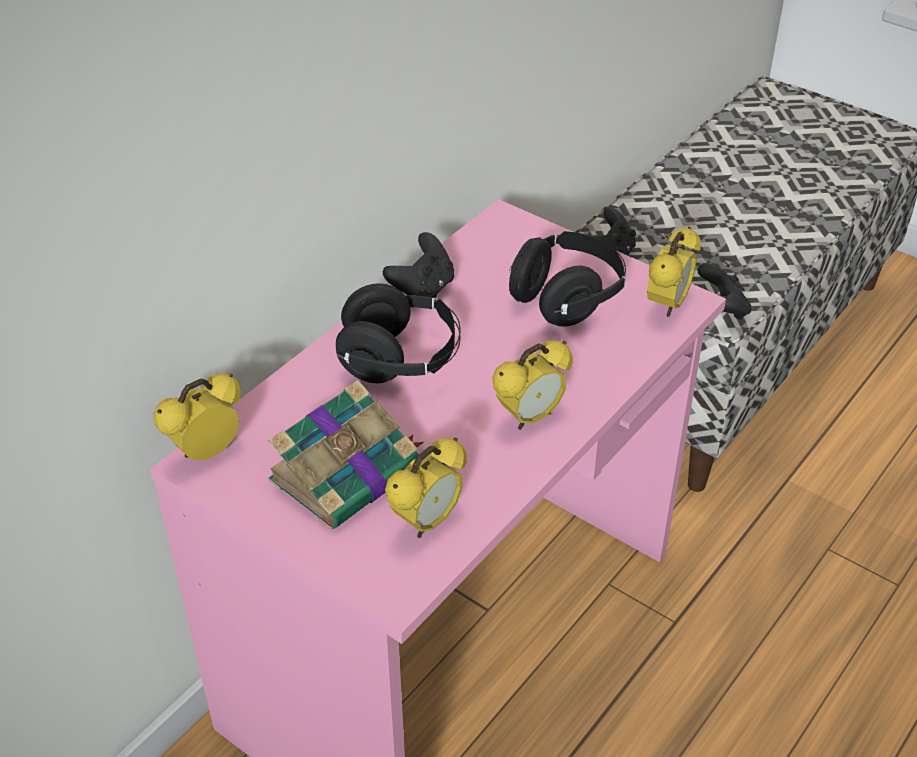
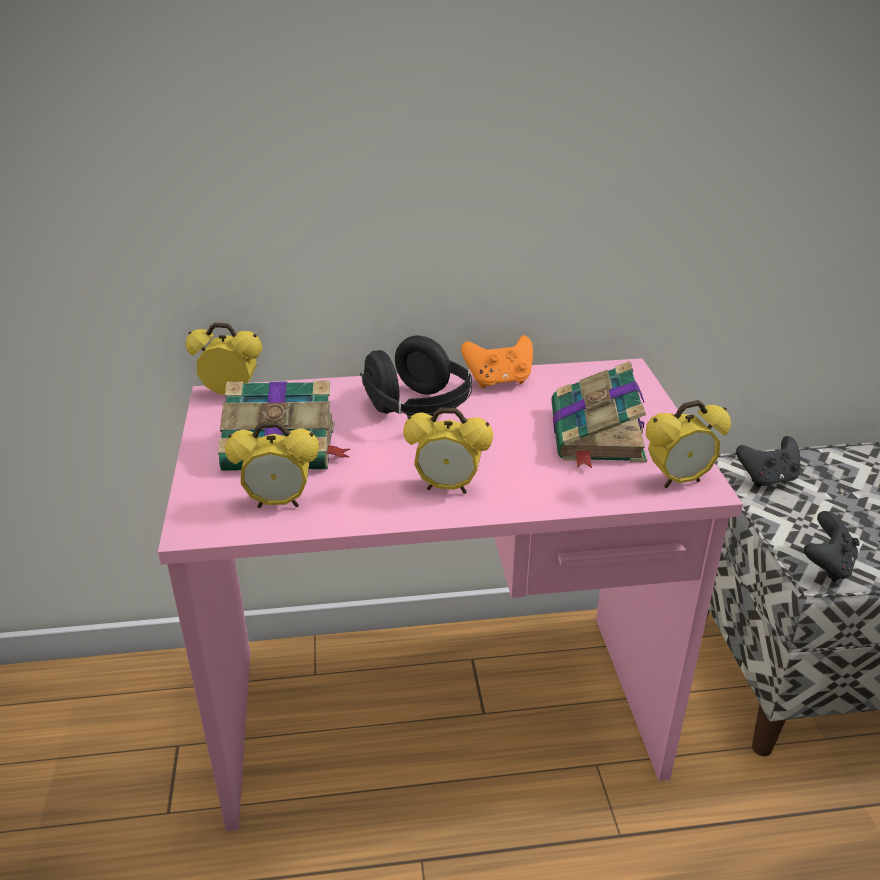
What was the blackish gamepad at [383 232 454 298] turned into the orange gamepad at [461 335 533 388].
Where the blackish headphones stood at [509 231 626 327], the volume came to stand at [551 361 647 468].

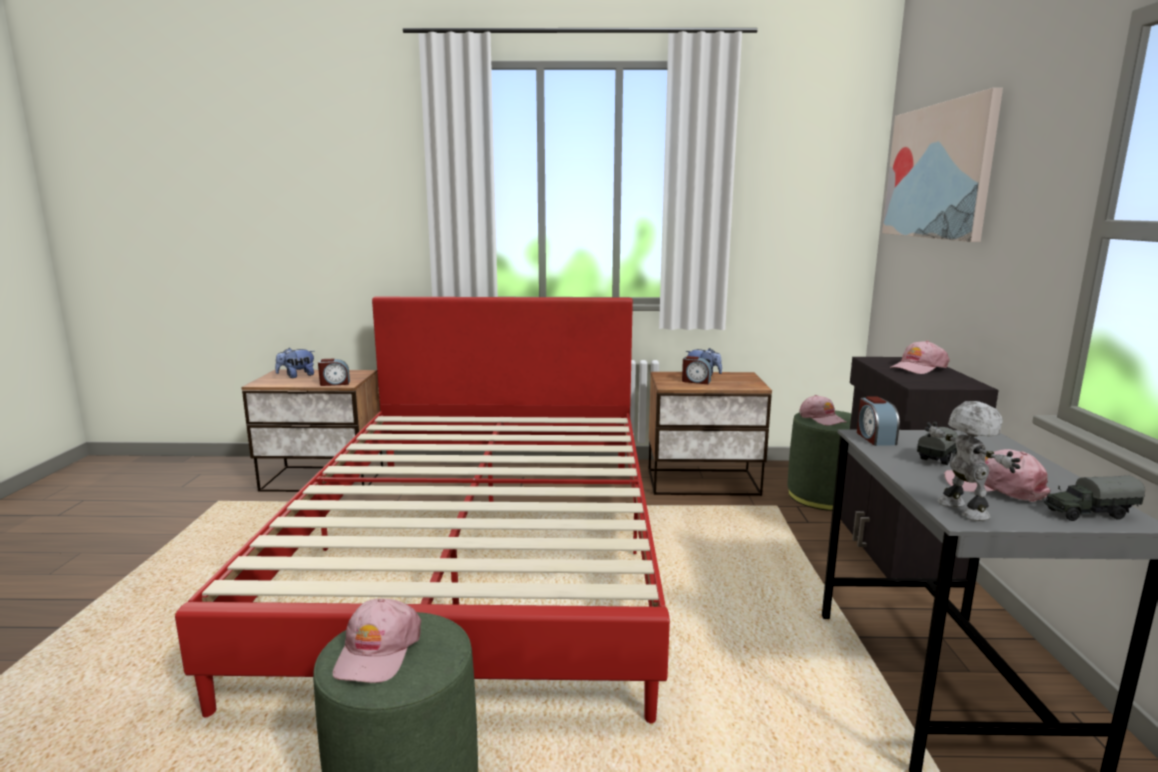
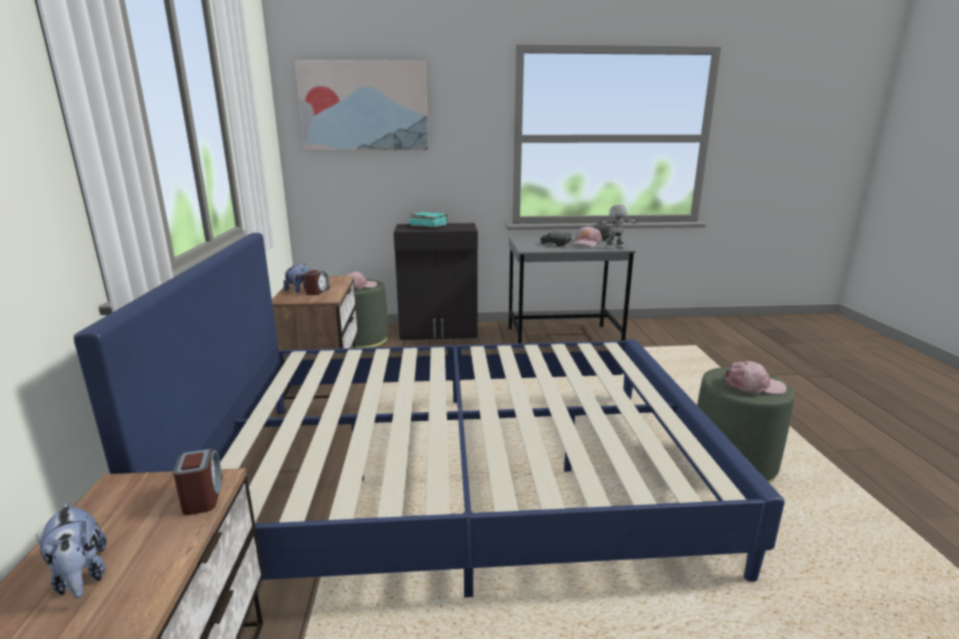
What was the red bed at [175 297 670 723] turned into the bluish bed at [74 233 785 597].
Where the pinkish peaked cap stood at [891 341 950 374], the turquoise volume came to stand at [409 212 448 228].
The second view lost the bedside clock at [857 396 900 446].

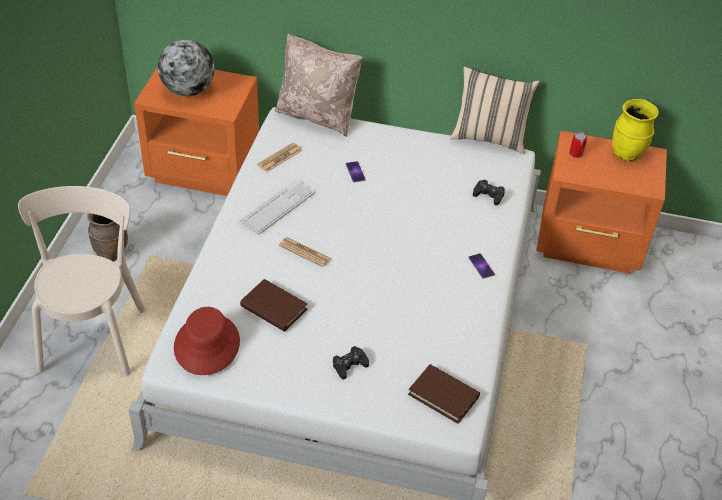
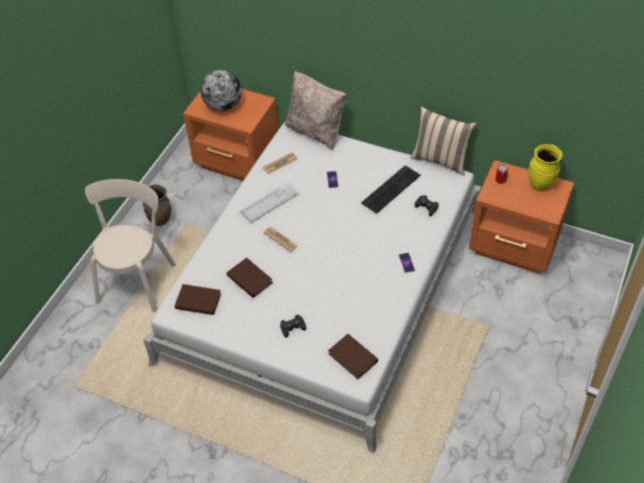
Where the red clothing hat stood at [174 307 240 375], the brownish volume came to stand at [175 284 221 315].
The second view gained the computer keyboard at [361 165 421 214].

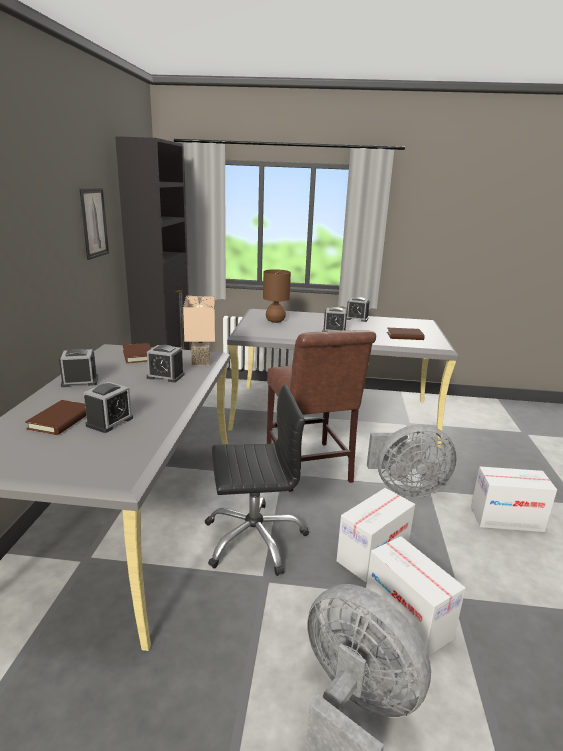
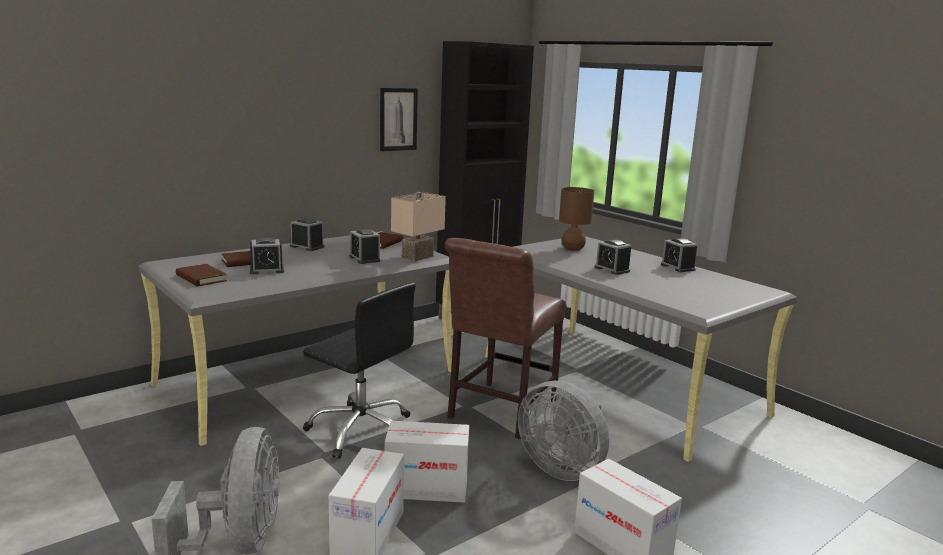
The brownish volume ended up elsewhere, having gone from [387 328 425 340] to [176 264 227 286].

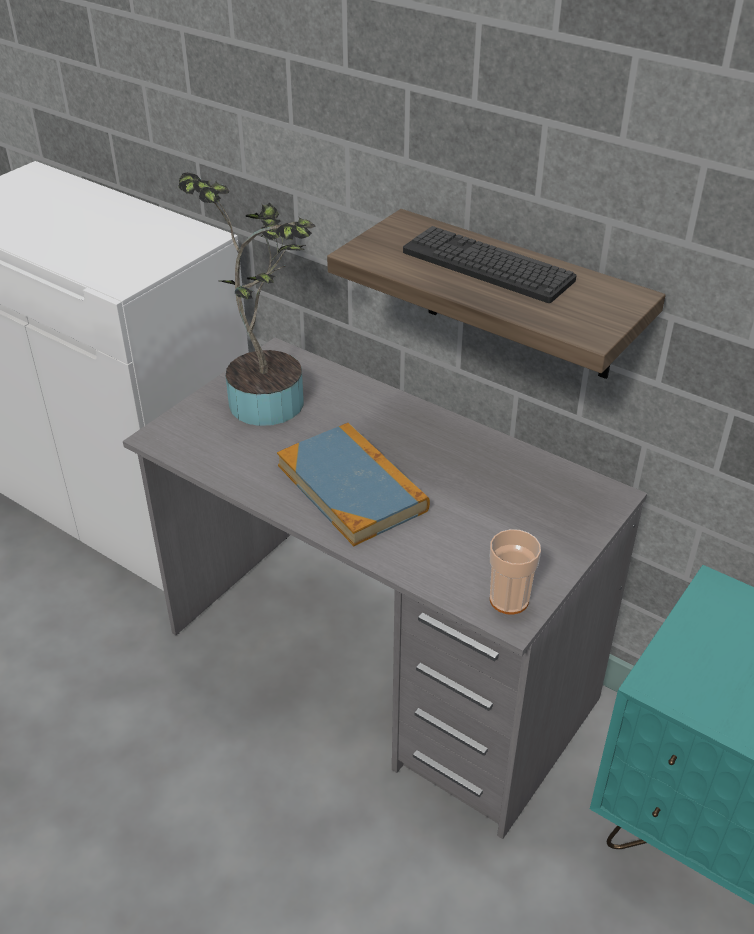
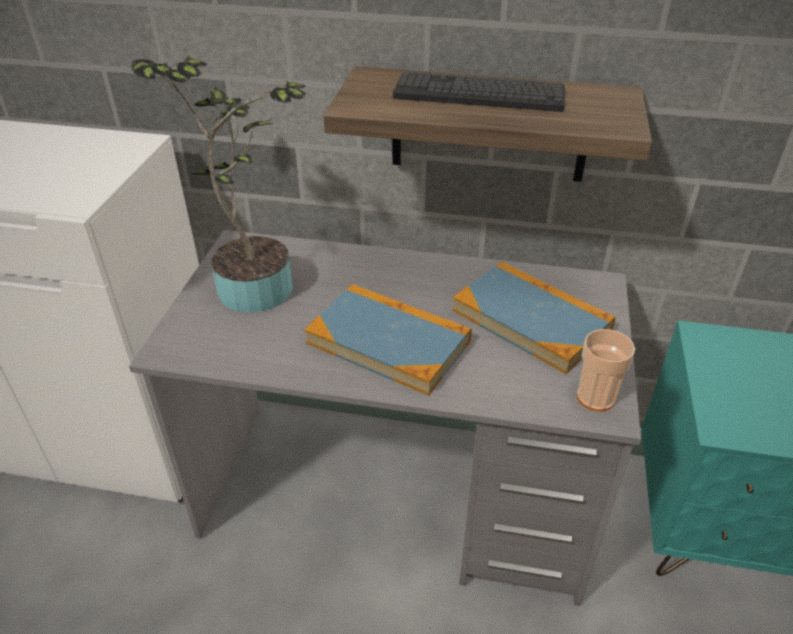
The second view gained the volume at [452 262 615 374].

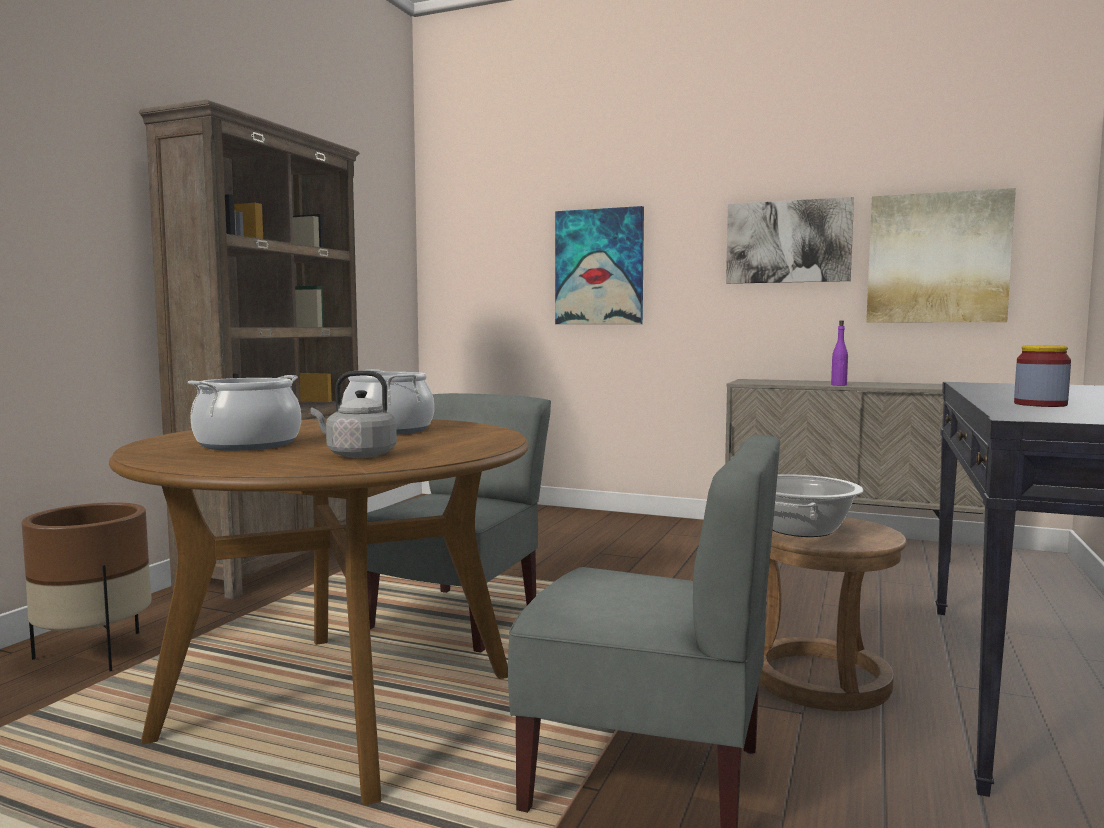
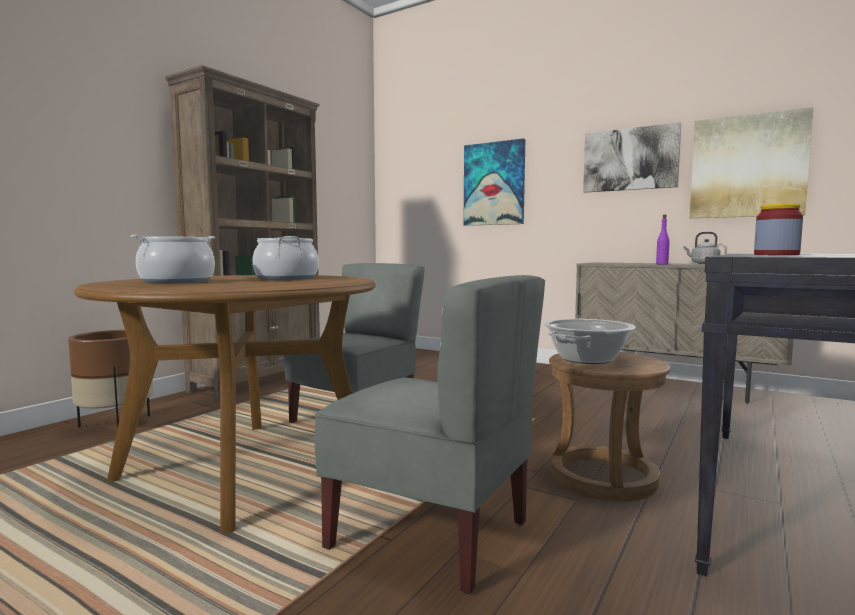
The gray water kettle ended up elsewhere, having gone from [311 371 397 458] to [683 232 721 264].

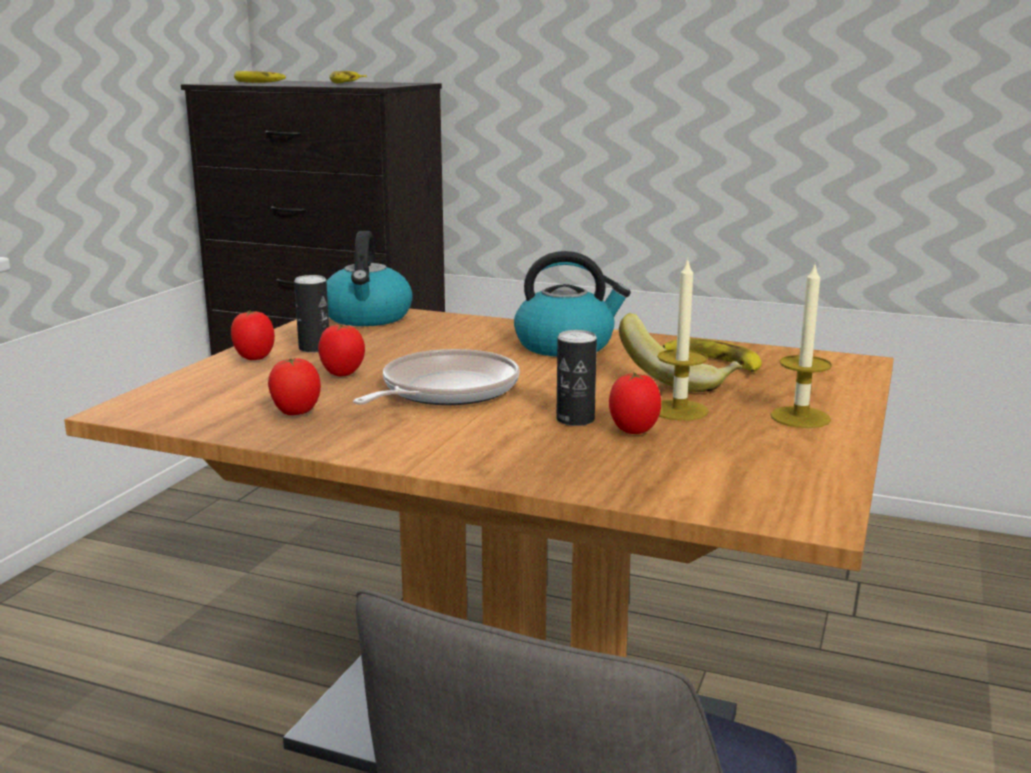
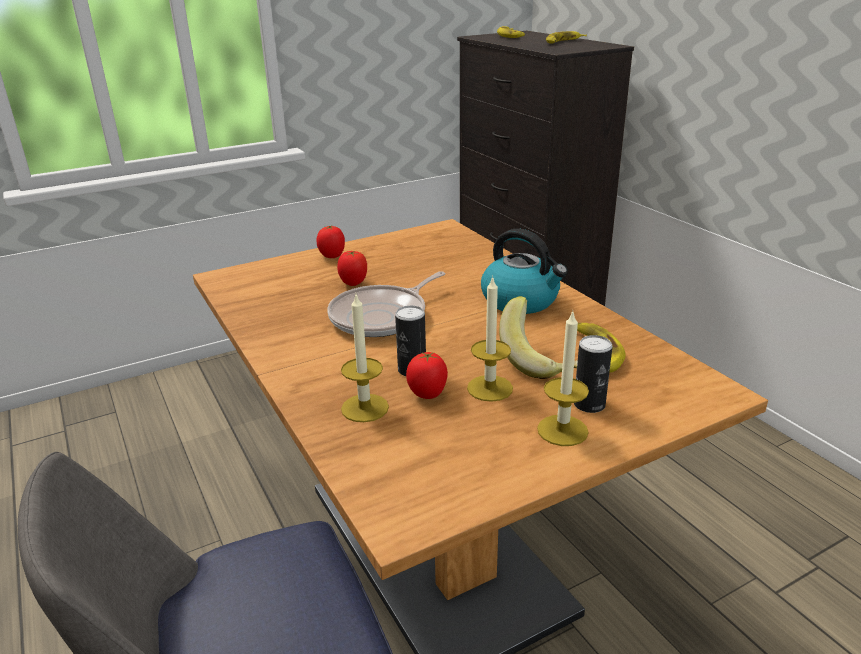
The pan at [353 349 520 405] ended up facing another way, 150 degrees clockwise from before.
The second view gained the candle at [341 295 389 422].
The metal can ended up elsewhere, having gone from [294 275 329 353] to [574 335 612 413].
The second view lost the tomato at [268 358 321 415].
The second view lost the water kettle at [327 231 412 326].

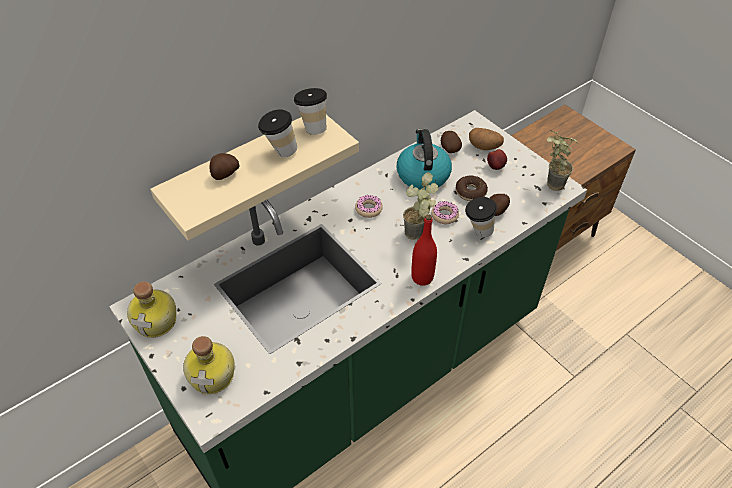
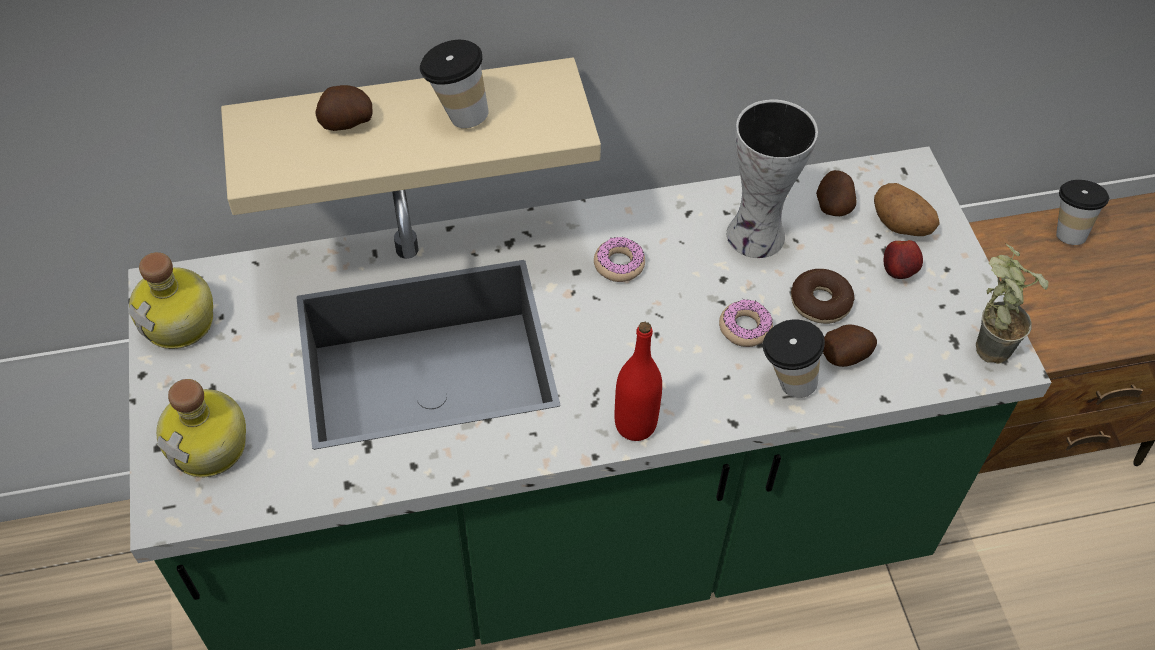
Where the water kettle stood at [397 129 452 190], the vase came to stand at [727 99 818 258].
The drinking cup ended up elsewhere, having gone from [294 88 327 135] to [1056 180 1109 245].
The second view lost the potted plant at [403 172 438 240].

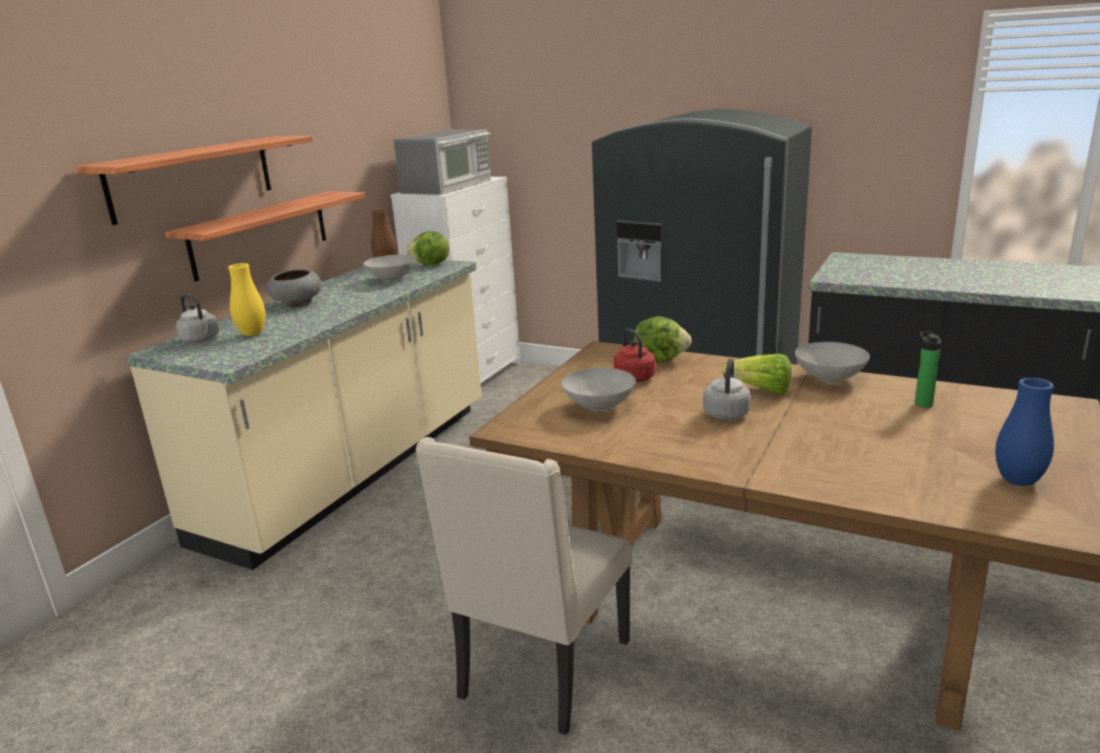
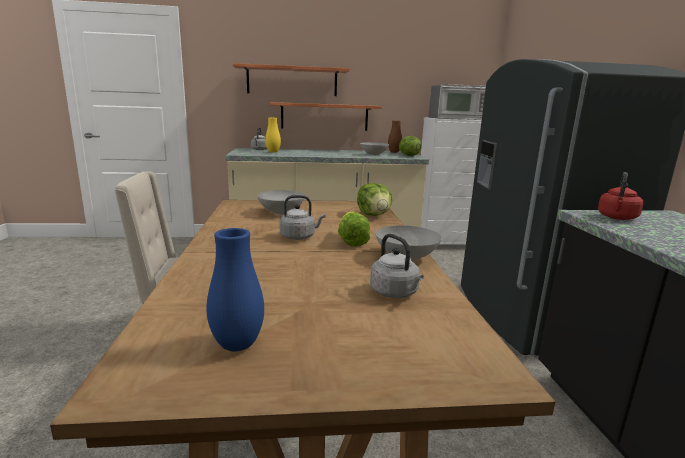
Where the beverage bottle stood at [915 331 942 407], the gray water kettle came to stand at [370 234 424 298].
The red water kettle ended up elsewhere, having gone from [614 328 655 382] to [598 172 644 220].
The second view lost the gray deep dish at [267 269 321 308].

